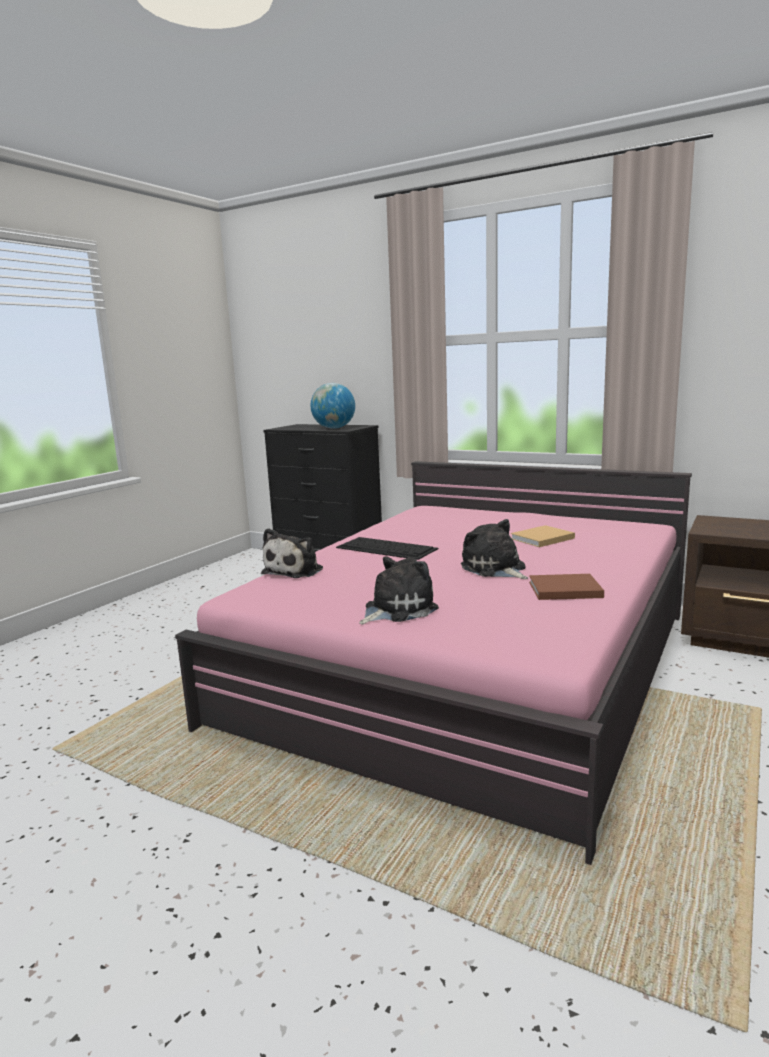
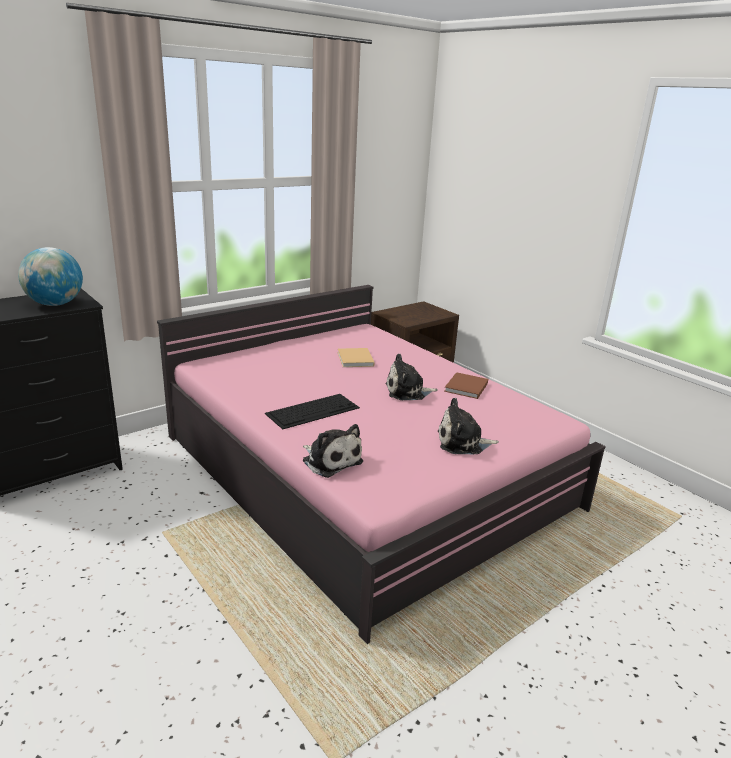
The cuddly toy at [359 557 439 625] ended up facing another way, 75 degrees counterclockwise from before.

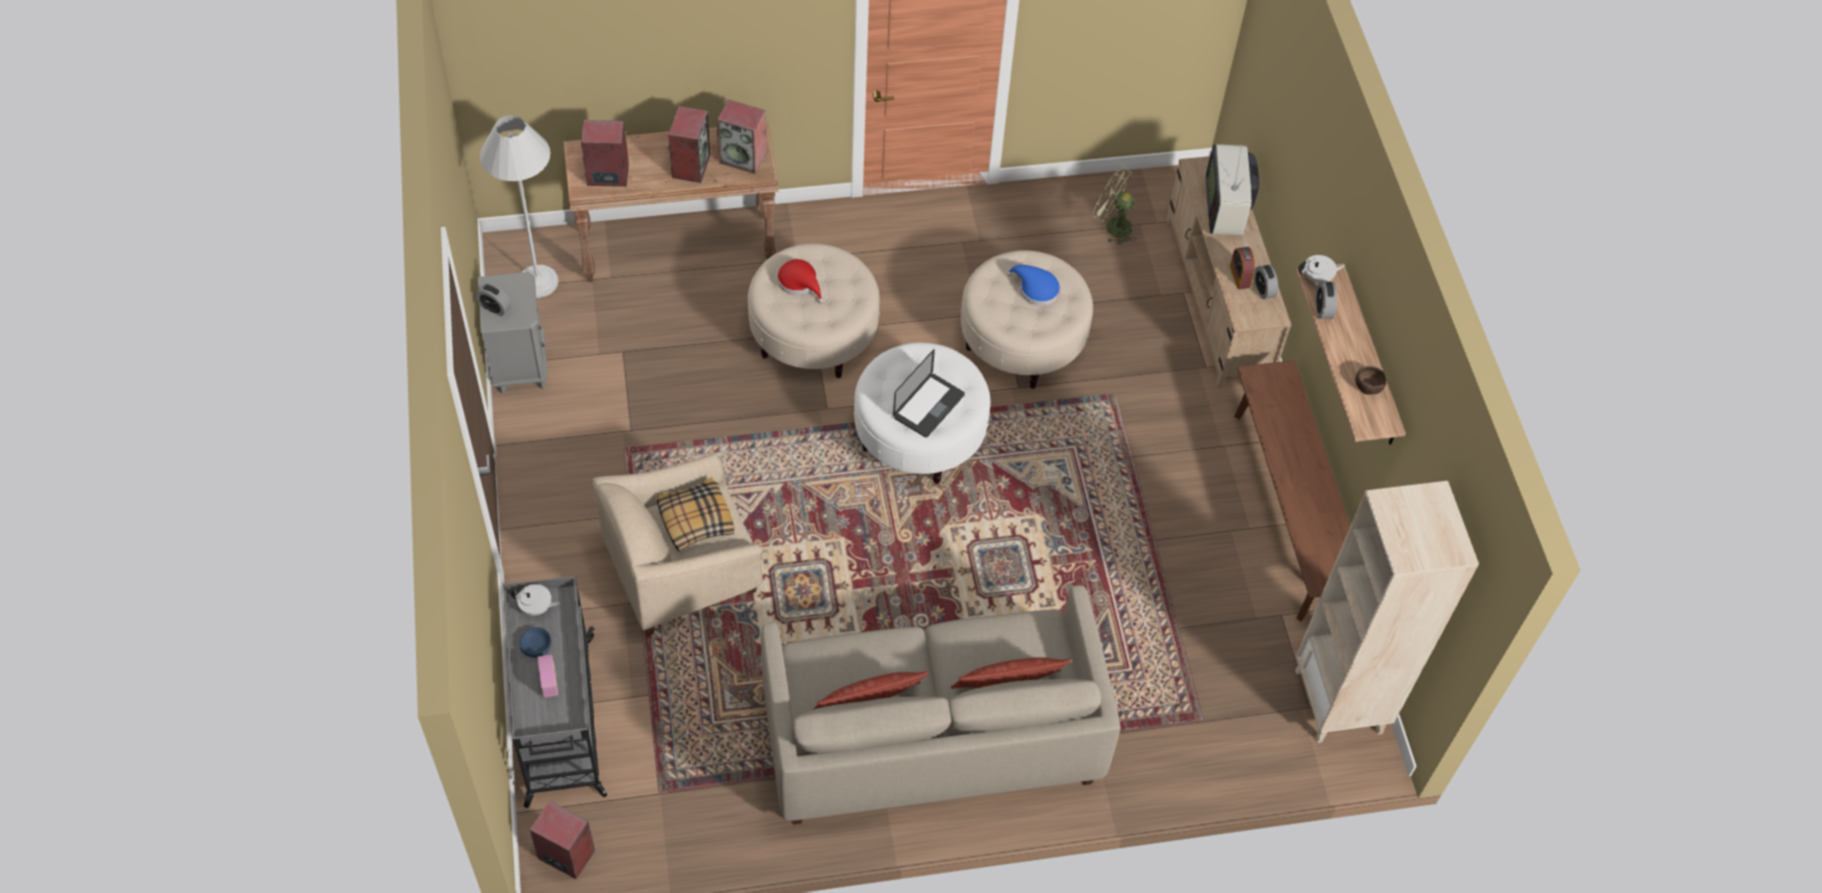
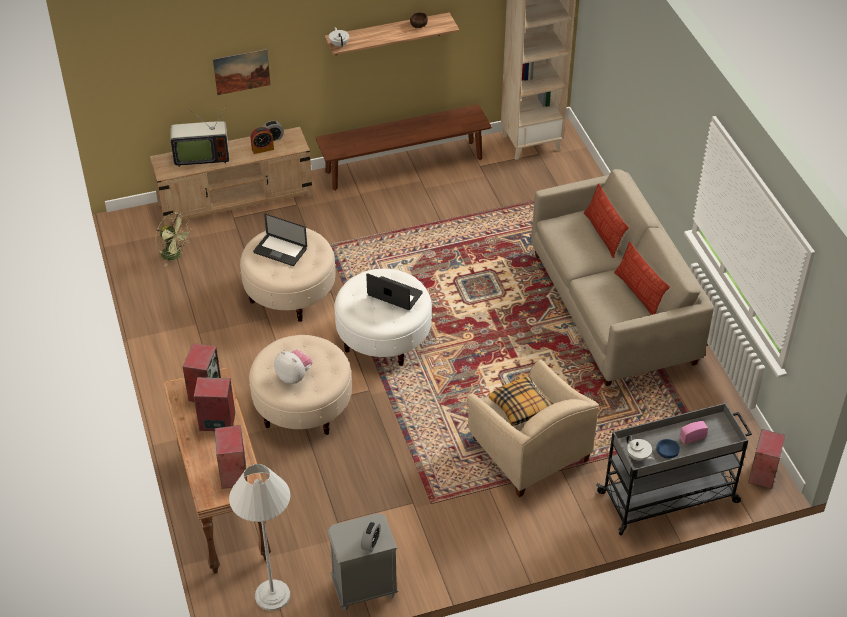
The green-coloured electric fan at [1093 167 1136 245] ended up facing another way, 75 degrees counterclockwise from before.
The second view gained the picture at [213 49 271 95].
Where the bluish clothing hat stood at [1006 265 1060 306], the laptop came to stand at [253 214 307 266].
Where the red clothing hat stood at [777 259 824 303], the cuddly toy came to stand at [274 349 312 384].
The white tea pot at [511 584 560 616] ended up facing another way, 135 degrees clockwise from before.
The second view lost the bedside clock at [1315 282 1337 319].

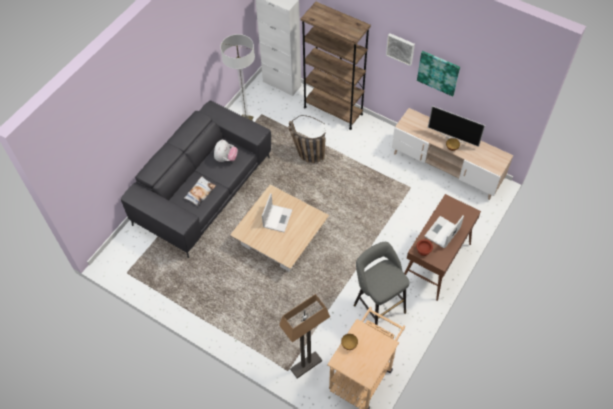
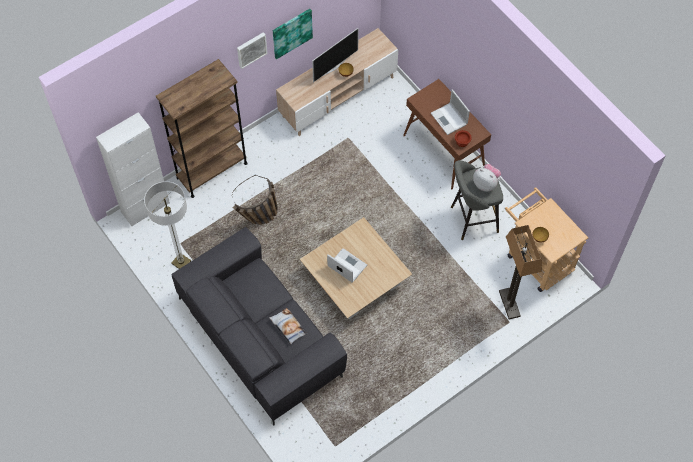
The cuddly toy ended up elsewhere, having gone from [214 140 238 162] to [473 164 501 191].

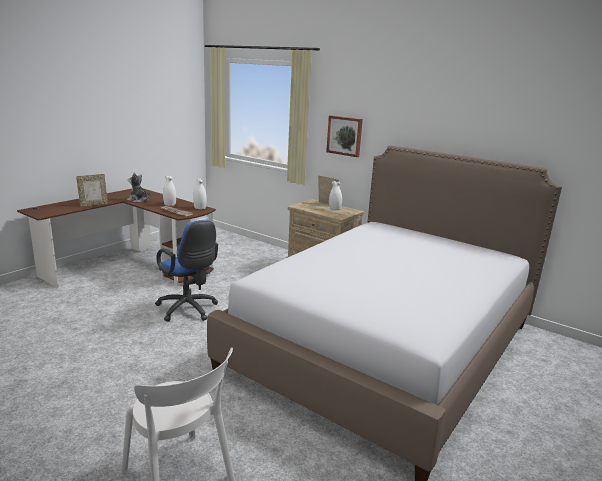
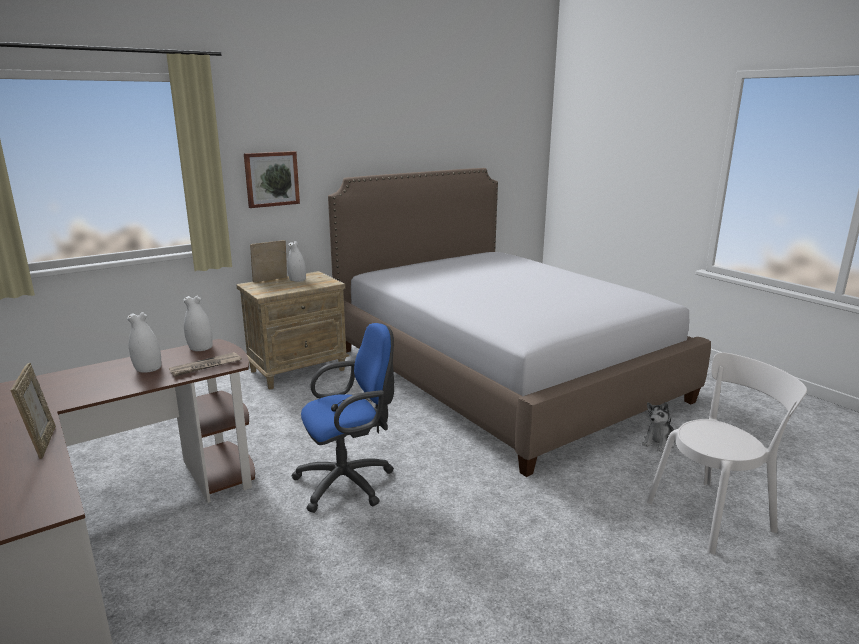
The cuddly toy ended up elsewhere, having gone from [127 172 151 203] to [642 402 676 453].

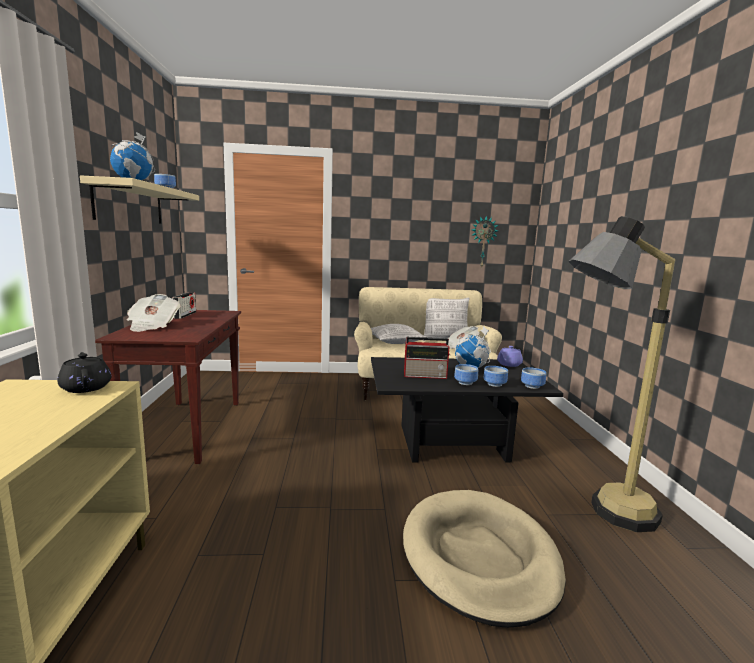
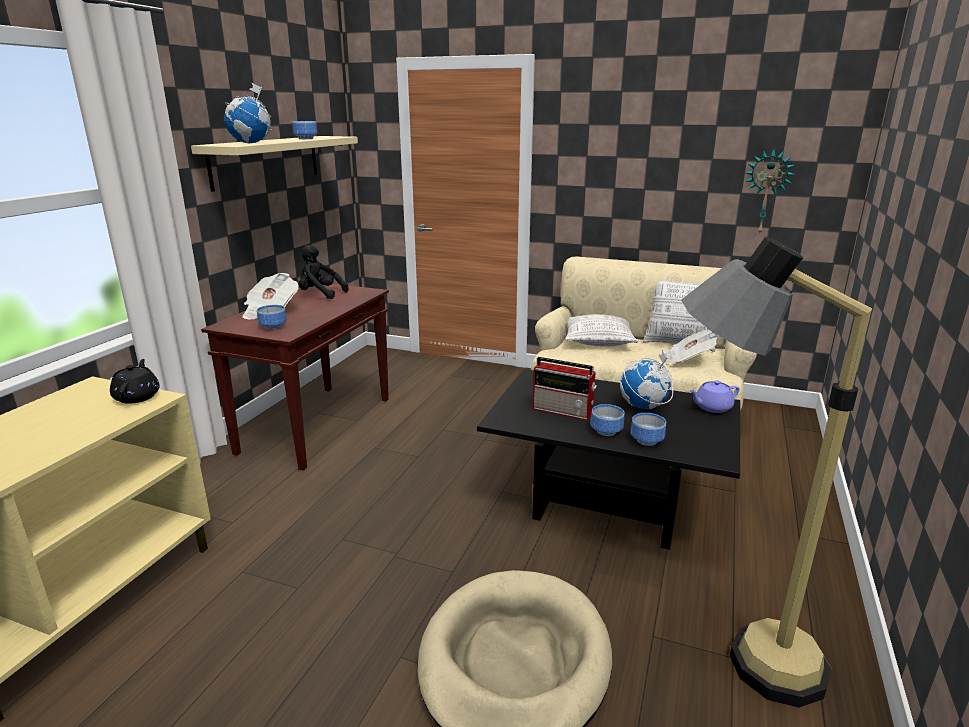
The deep dish ended up elsewhere, having gone from [521 368 546 389] to [257 305 287 330].
Where the radio set stood at [172 292 196 319], the blackish cuddly toy came to stand at [298 245 348 299].

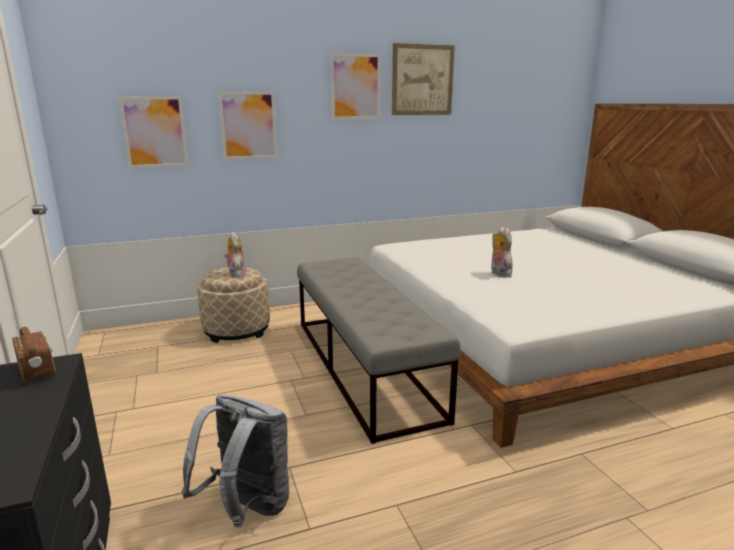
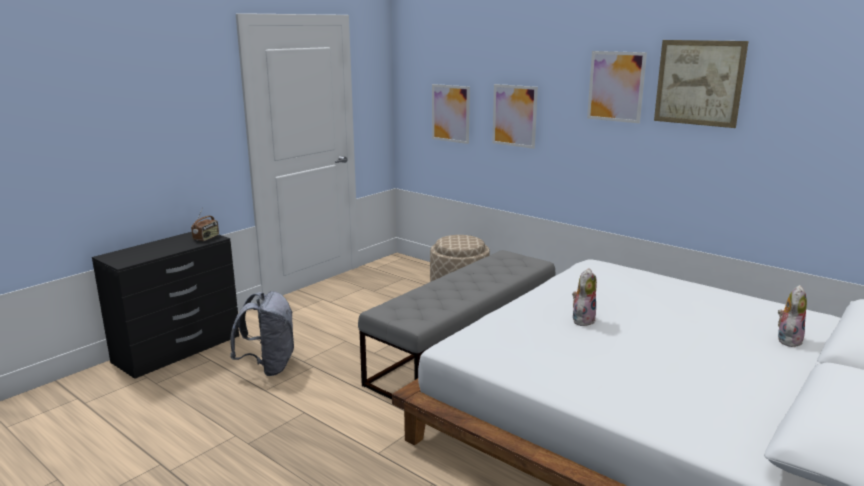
The cuddly toy ended up elsewhere, having gone from [224 232 246 278] to [778 285 807 347].

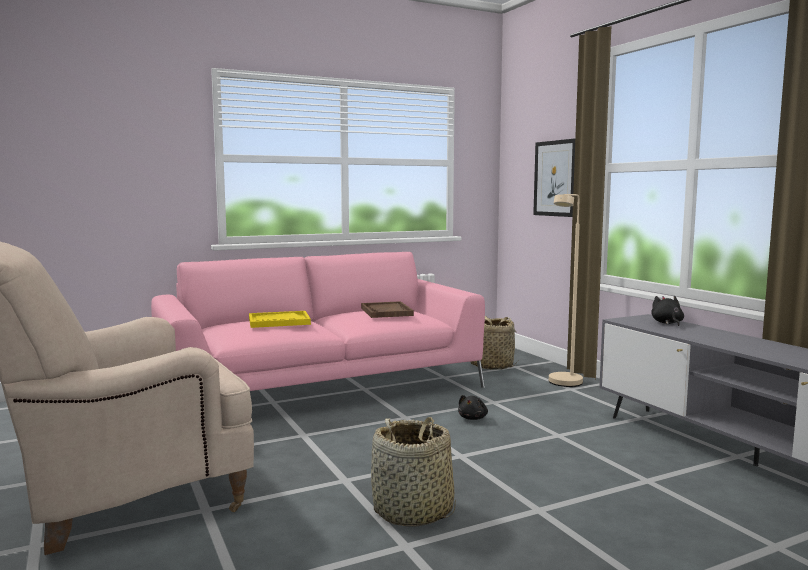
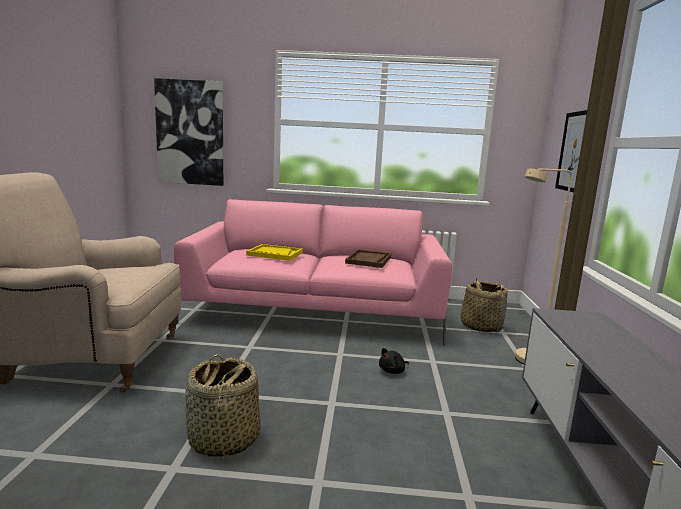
The second view gained the picture at [154 78 223 186].
The second view lost the blackish cuddly toy at [651 296 684 326].

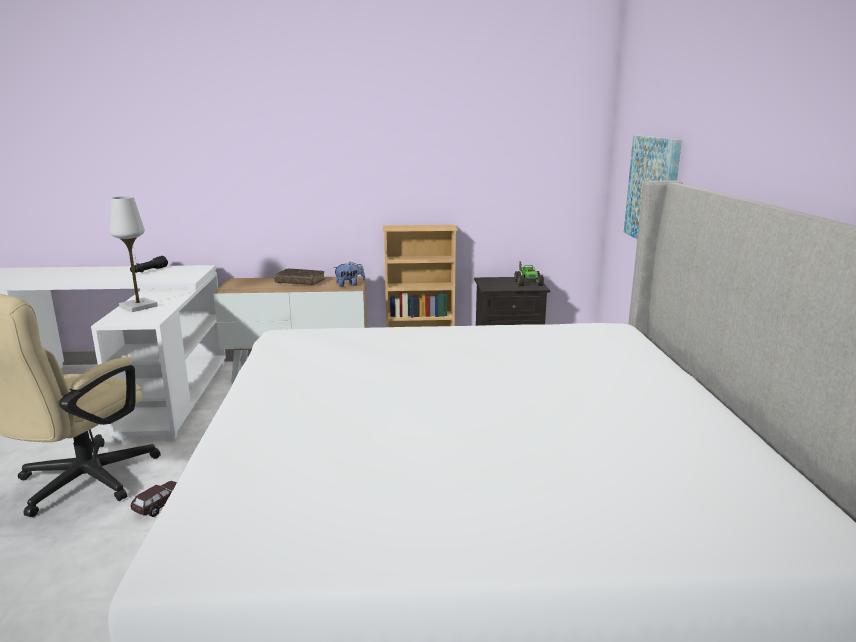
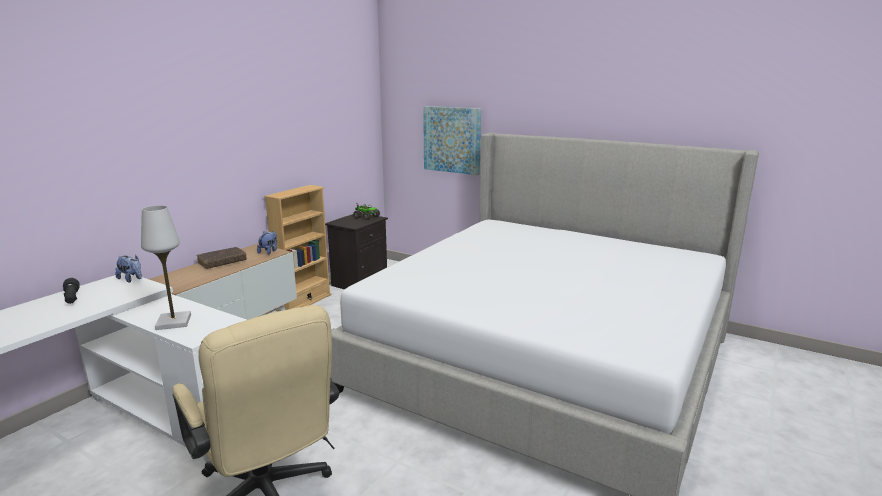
The second view gained the cuddly toy at [115 255 142 282].
The second view lost the brownish miniature car at [131 481 177 517].

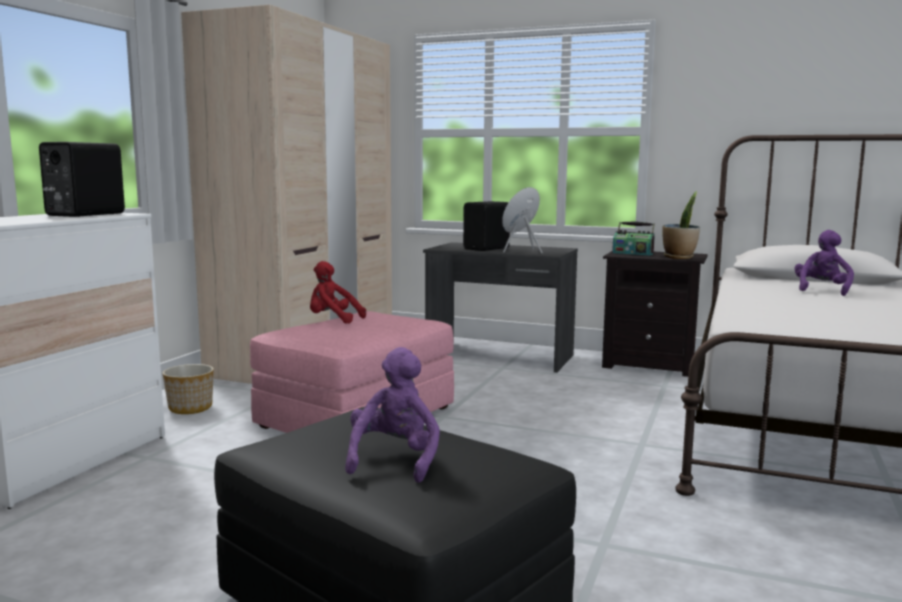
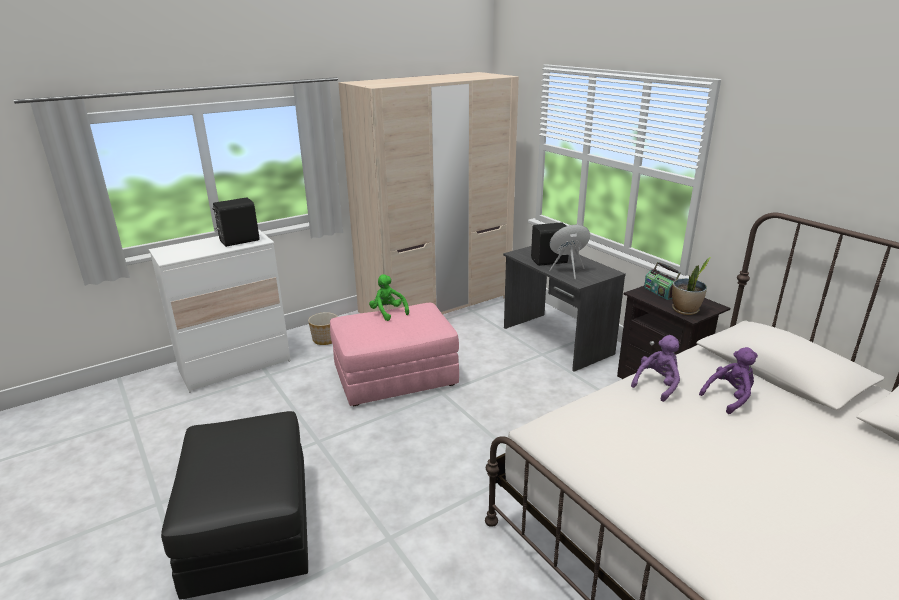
What was the red cuddly toy at [310 261 366 324] turned into the green-coloured cuddly toy at [369 274 409 321].
The purple-coloured cuddly toy ended up elsewhere, having gone from [345 347 440 483] to [631 335 680 402].

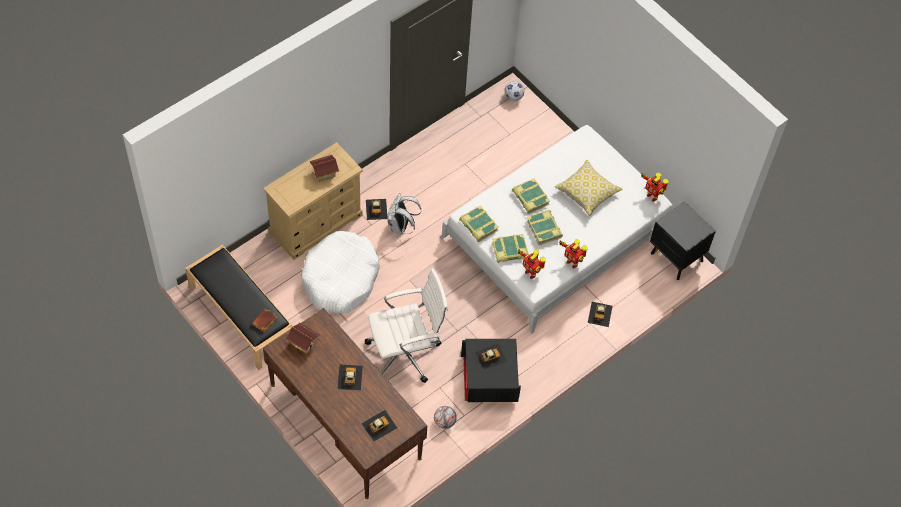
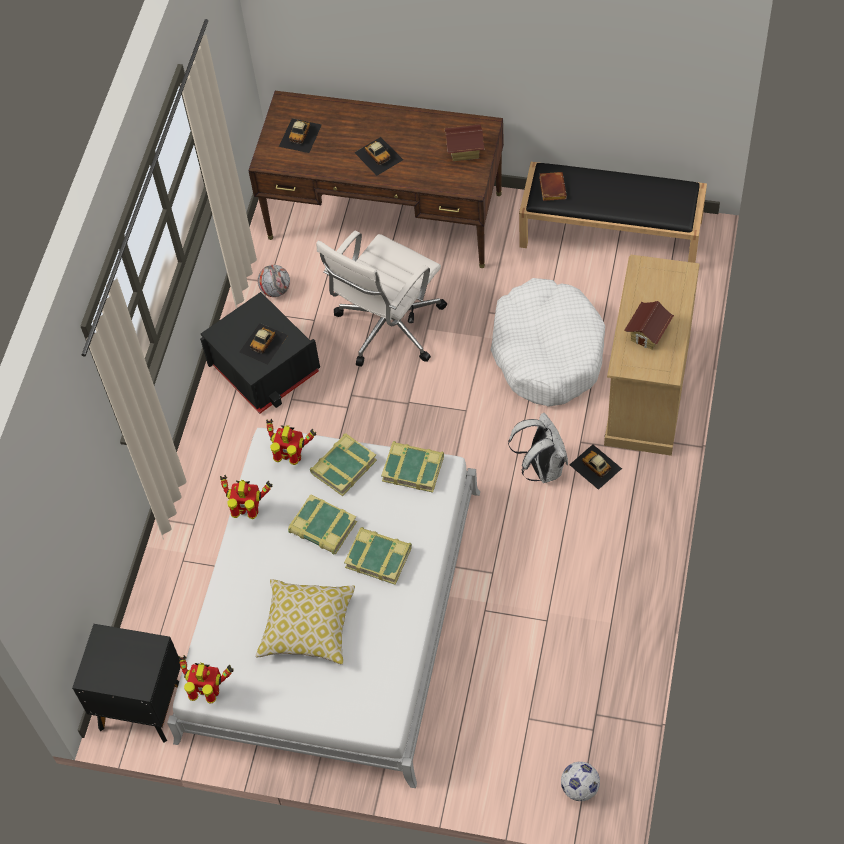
The second view lost the miniature car at [588 302 613 327].

